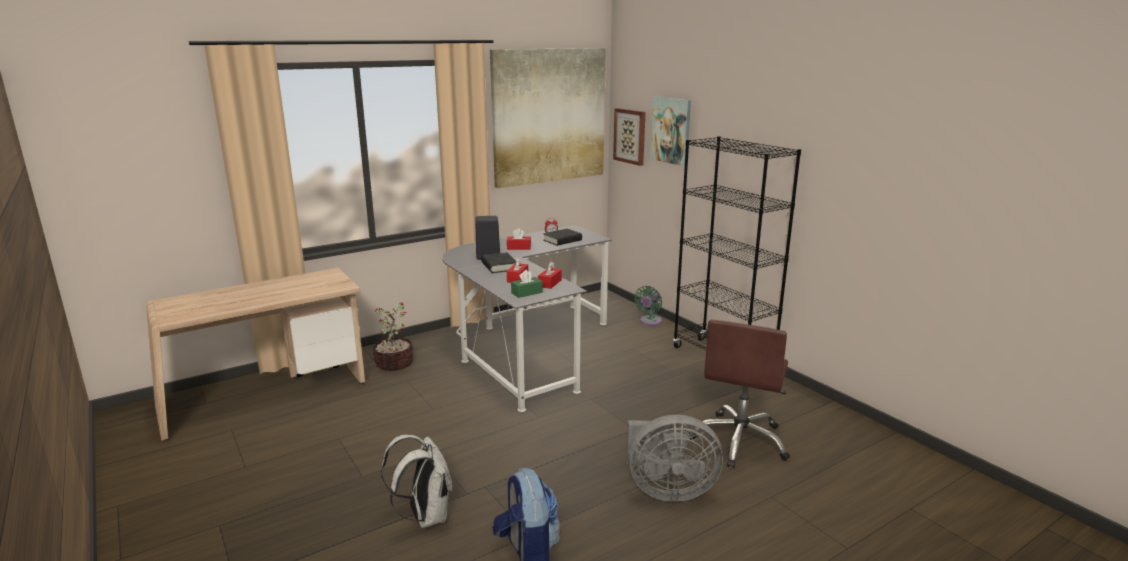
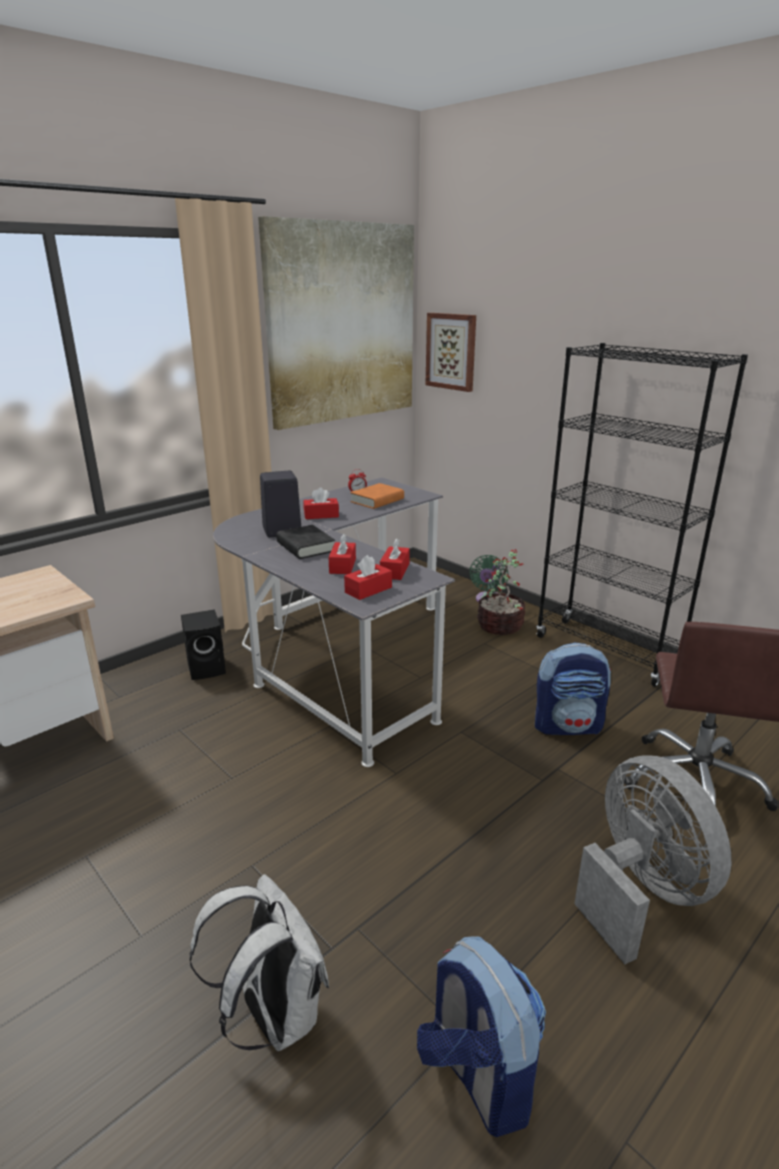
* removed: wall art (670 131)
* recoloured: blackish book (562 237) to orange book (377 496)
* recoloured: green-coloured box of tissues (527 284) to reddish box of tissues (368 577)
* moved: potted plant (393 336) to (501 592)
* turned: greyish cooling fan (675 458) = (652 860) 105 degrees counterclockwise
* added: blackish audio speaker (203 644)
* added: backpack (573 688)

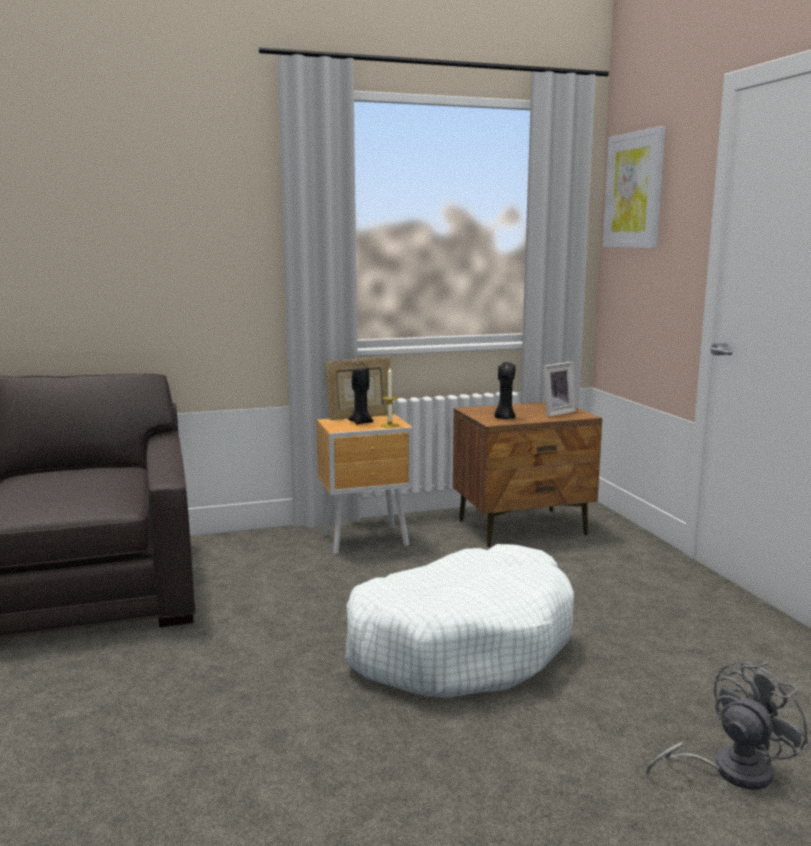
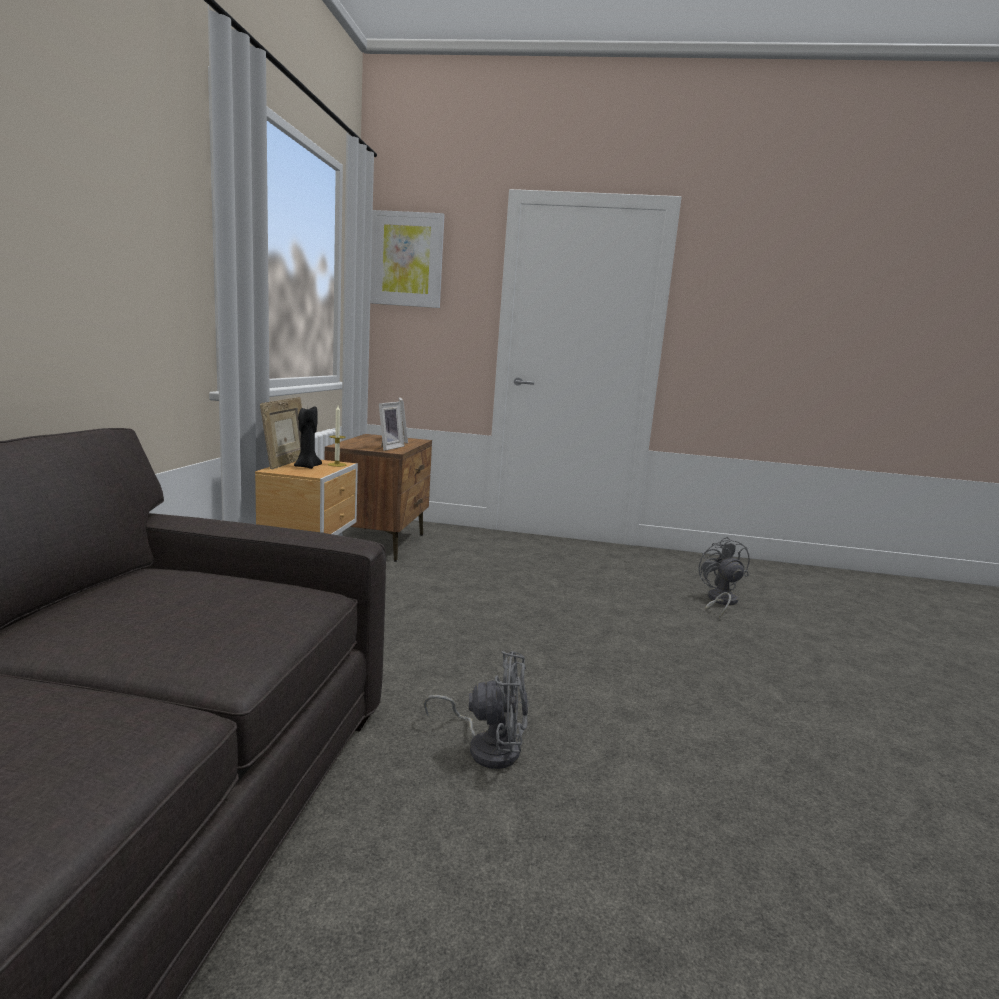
* replaced: blackish candle (505 390) to picture frame (392 426)
* removed: whitish dog cushion (460 621)
* added: greyish cooling fan (476 710)

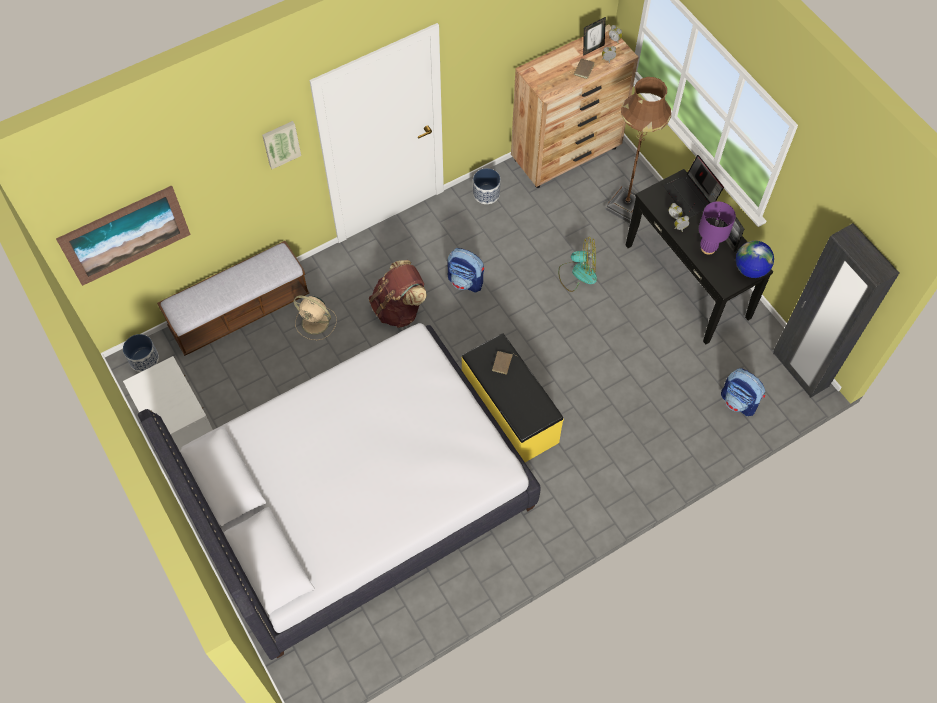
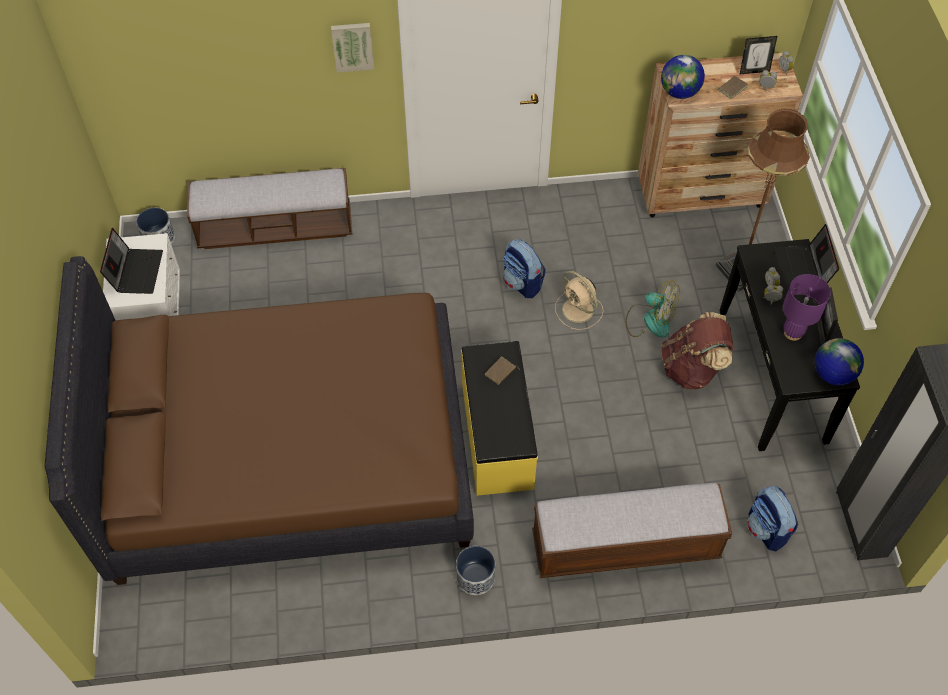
* moved: plant pot (487 186) to (475 570)
* removed: wall art (123 235)
* moved: brown-coloured backpack (398 294) to (698 350)
* moved: beige cooling fan (315 318) to (579 300)
* recoloured: whitish sleeping bed (339 491) to brown-coloured sleeping bed (259 420)
* added: globe (683 77)
* added: portable computer (131 261)
* added: long seat (632 530)

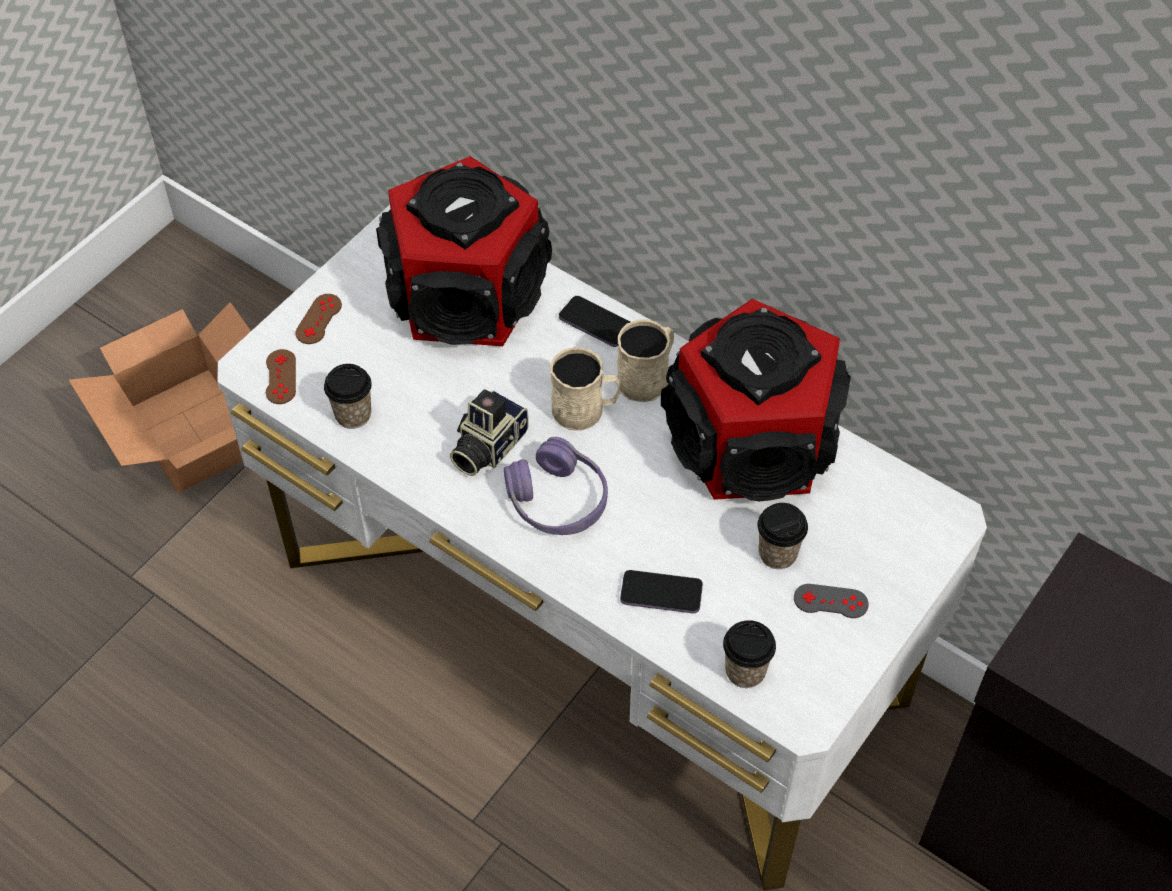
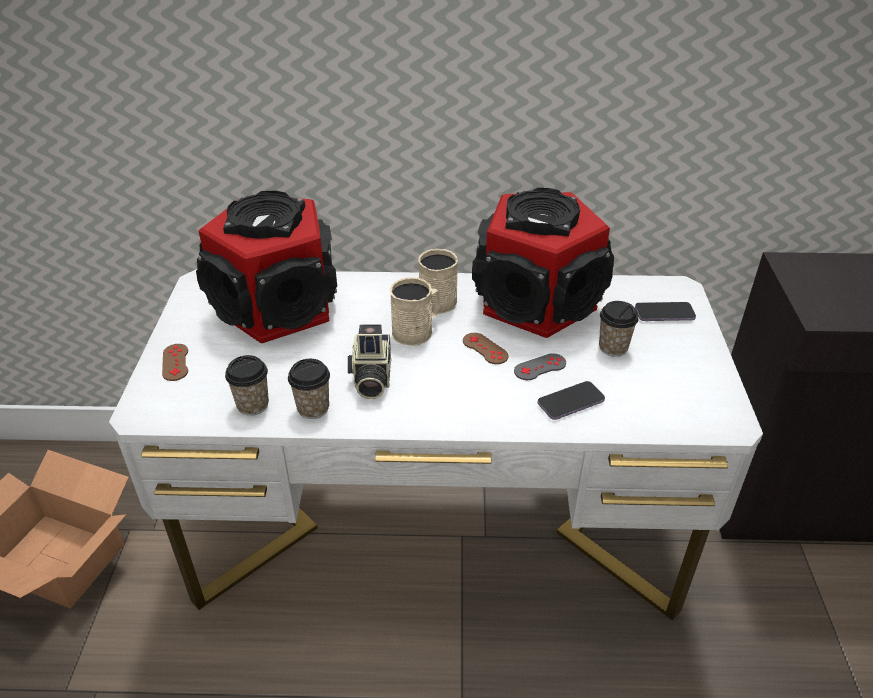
* moved: phone (594 321) to (665 311)
* moved: brown-coloured joypad (281 376) to (486 348)
* removed: purple headphones (556 486)
* moved: greyish joypad (831 601) to (540 366)
* moved: drinking cup (749 654) to (309 389)

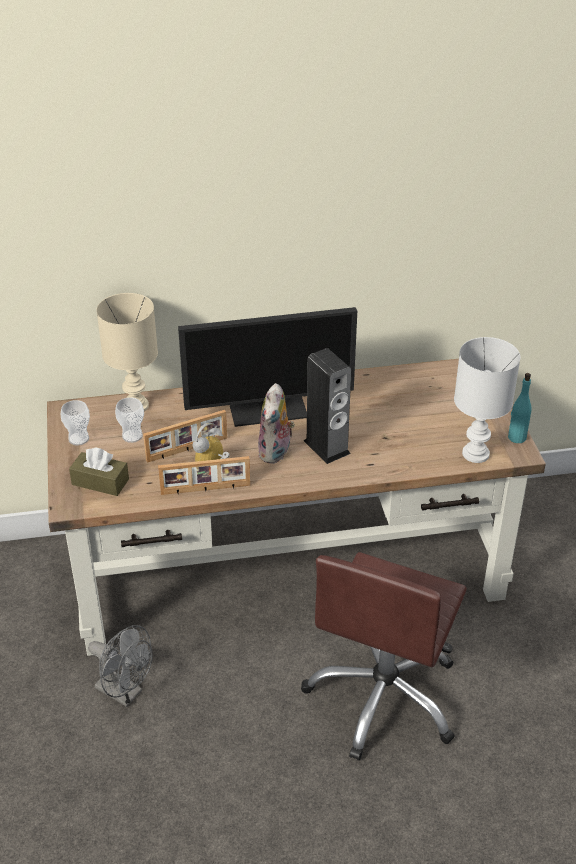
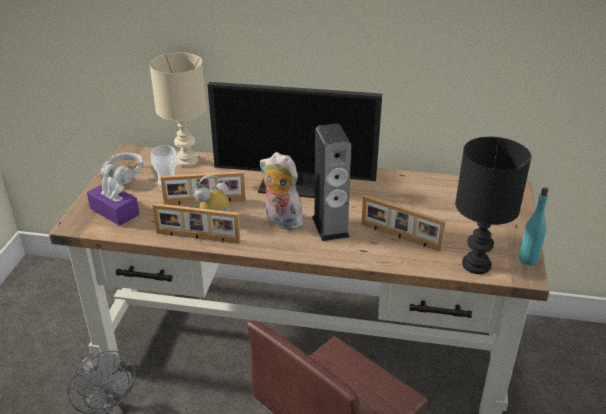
* recoloured: whitish tabletop lamp (487 400) to blackish tabletop lamp (493 205)
* turned: soft toy (276 423) = (281 191) 90 degrees clockwise
* replaced: drinking cup (75 423) to greyish headphones (121 169)
* recoloured: brown-coloured box of tissues (99 472) to purple box of tissues (113 201)
* added: picture frame (403 223)

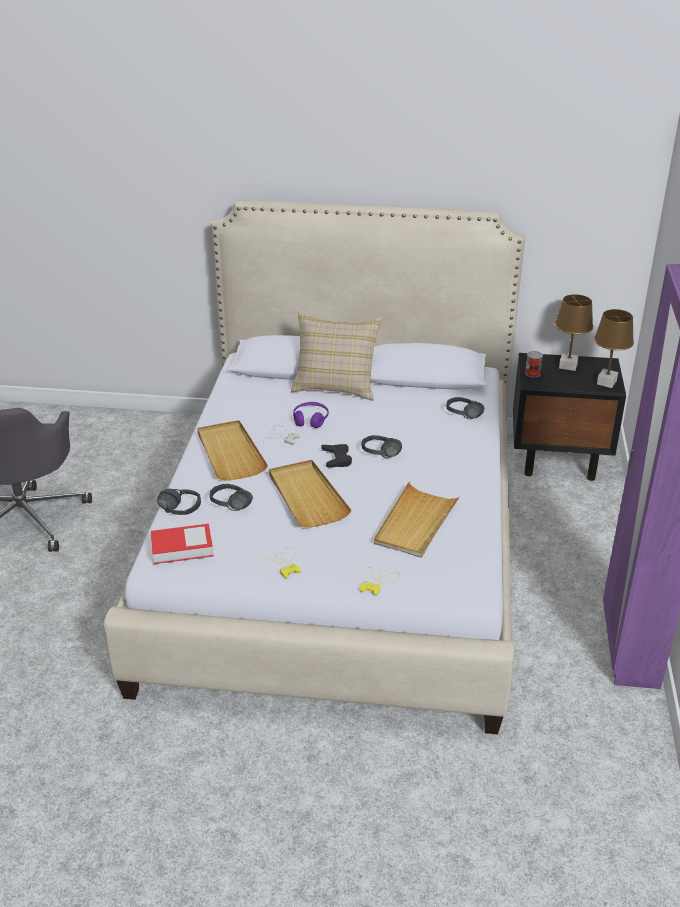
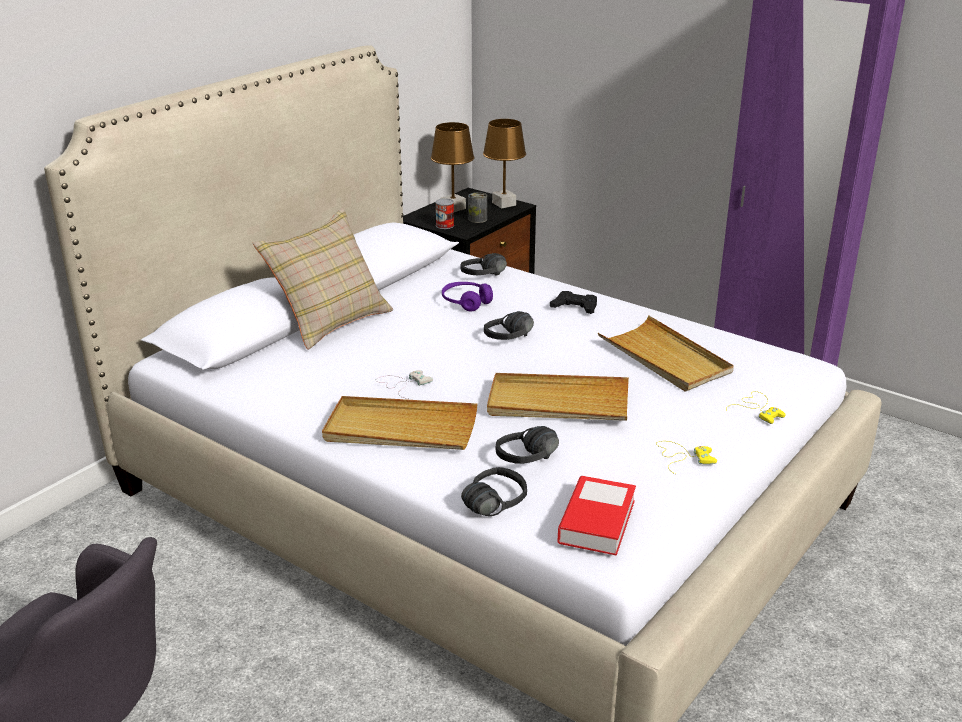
* moved: purple headphones (311 415) to (467 296)
* moved: blackish joypad (336 456) to (573 302)
* added: can (477 207)

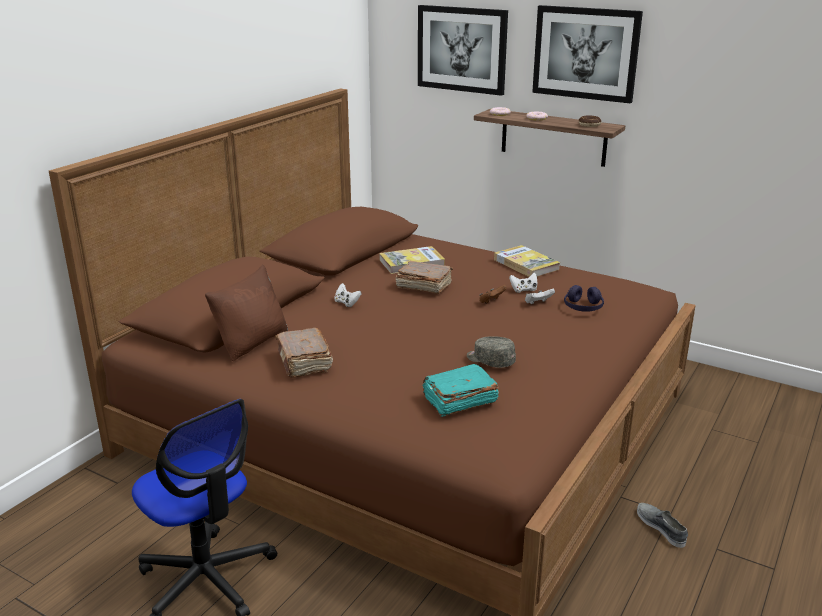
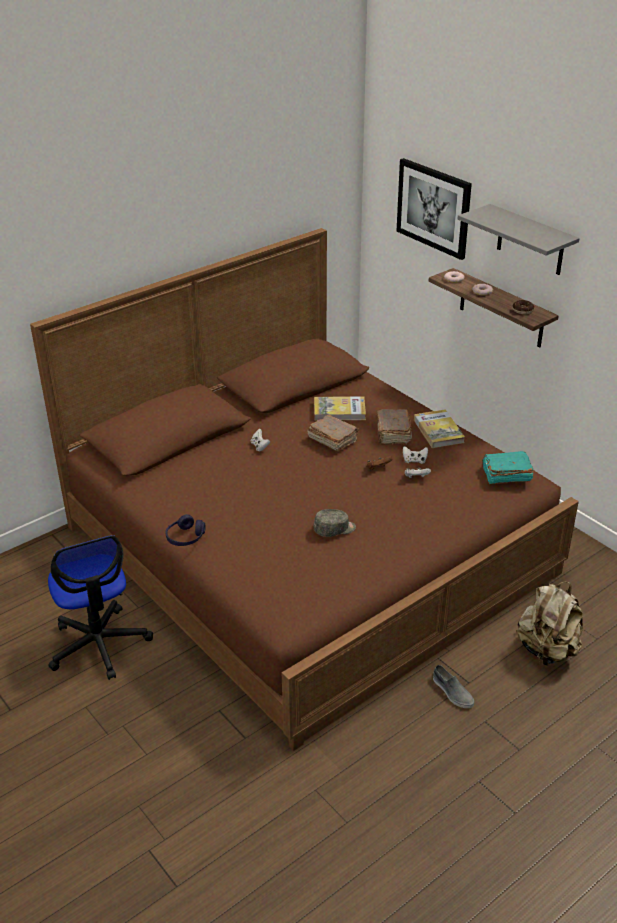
* replaced: wall art (587 54) to greyish wall shelf (518 239)
* removed: brown-coloured throw pillow (246 313)
* moved: purple headphones (584 298) to (185 530)
* moved: brown-coloured book (304 353) to (394 427)
* turned: greyish cap (491 352) = (334 523) 105 degrees clockwise
* moved: turquoise-coloured book (460 390) to (508 467)
* turned: greyish shoe (662 525) = (453 686) 150 degrees clockwise
* added: beige backpack (550 624)

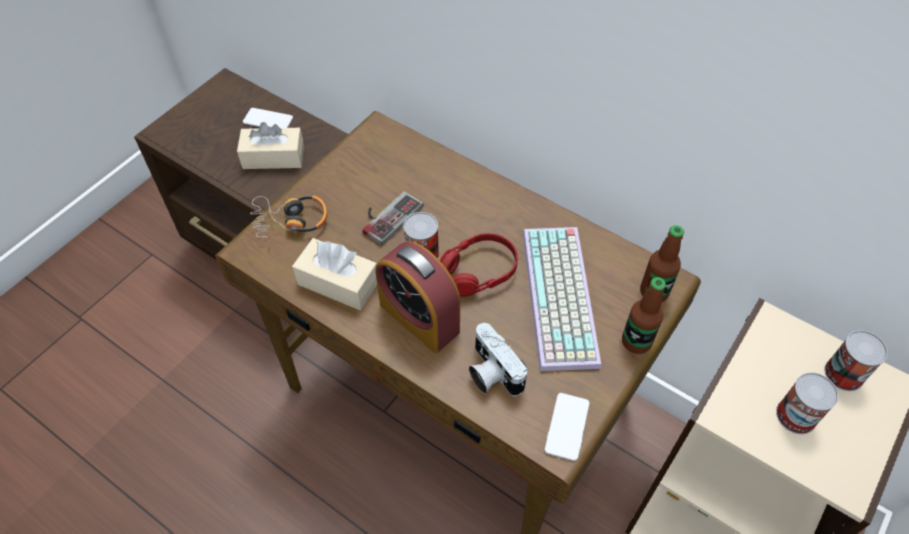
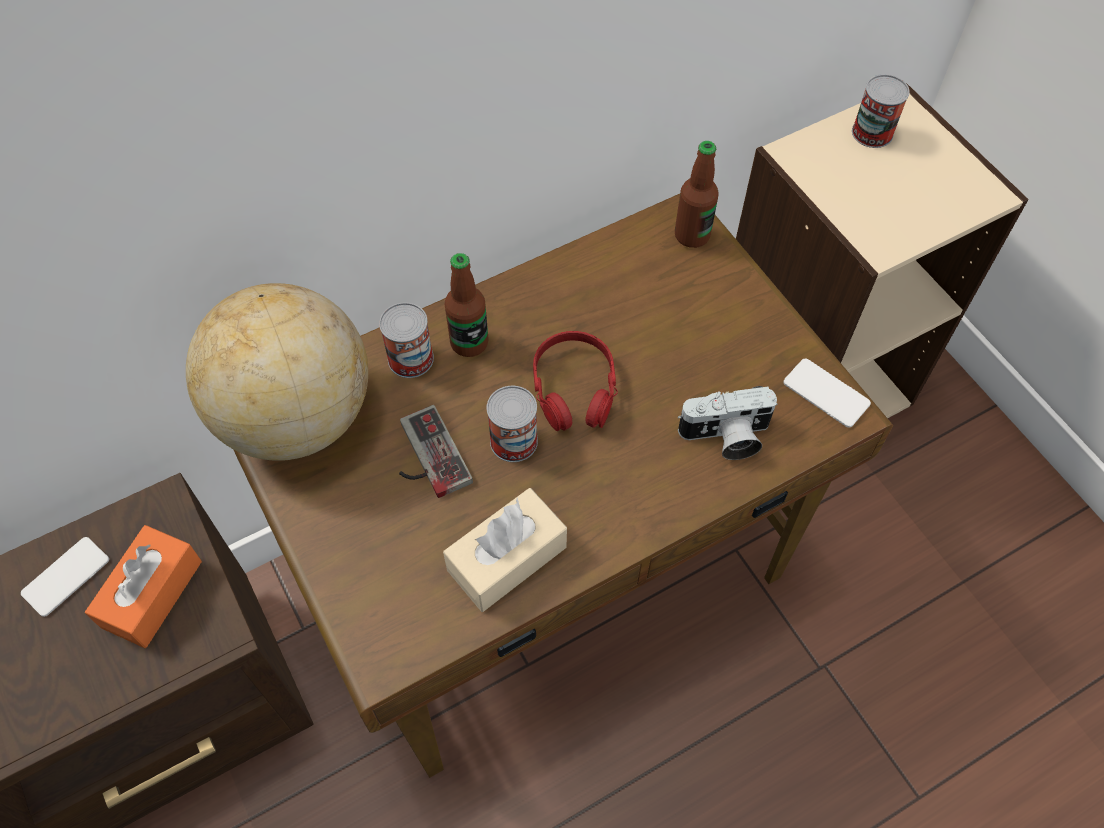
* recoloured: beige box of tissues (270 145) to orange box of tissues (143 586)
* removed: headphones (288 220)
* removed: PC keyboard (562 299)
* removed: alarm clock (418 297)
* moved: beverage bottle (644 315) to (466 305)
* moved: can (807 403) to (406 340)
* added: globe (277 372)

